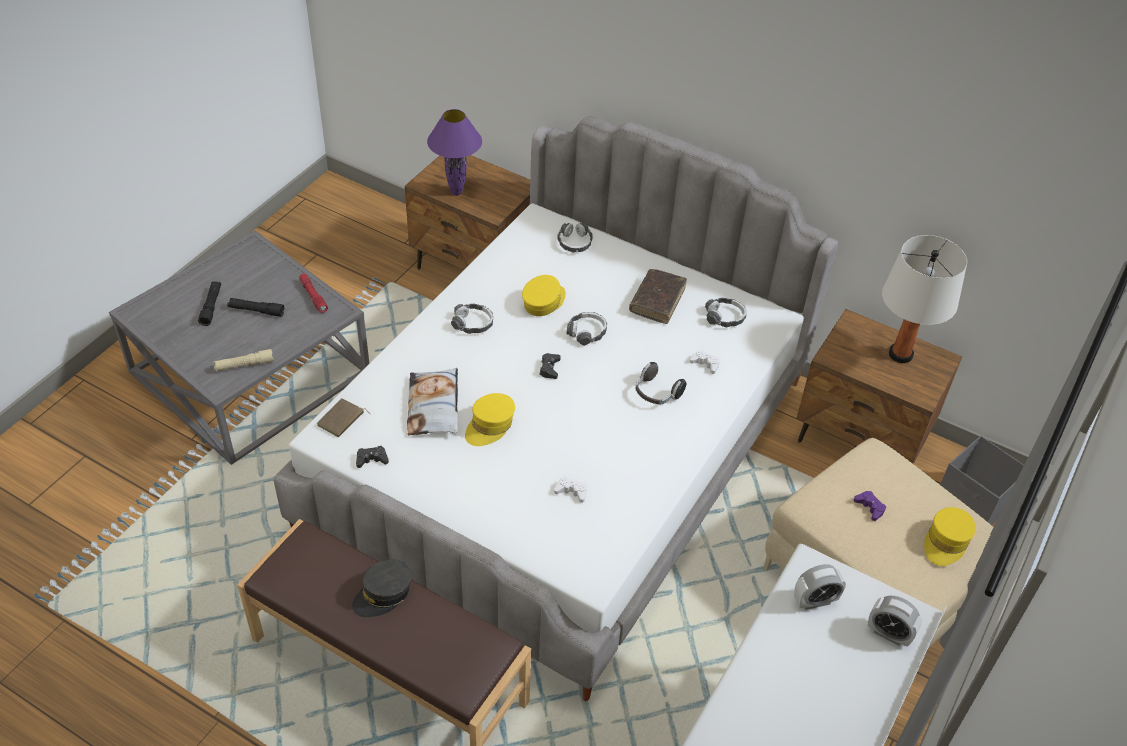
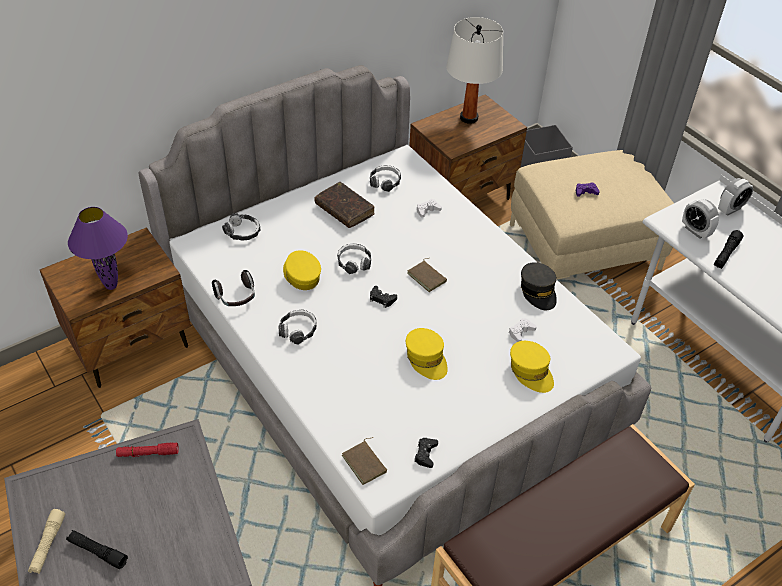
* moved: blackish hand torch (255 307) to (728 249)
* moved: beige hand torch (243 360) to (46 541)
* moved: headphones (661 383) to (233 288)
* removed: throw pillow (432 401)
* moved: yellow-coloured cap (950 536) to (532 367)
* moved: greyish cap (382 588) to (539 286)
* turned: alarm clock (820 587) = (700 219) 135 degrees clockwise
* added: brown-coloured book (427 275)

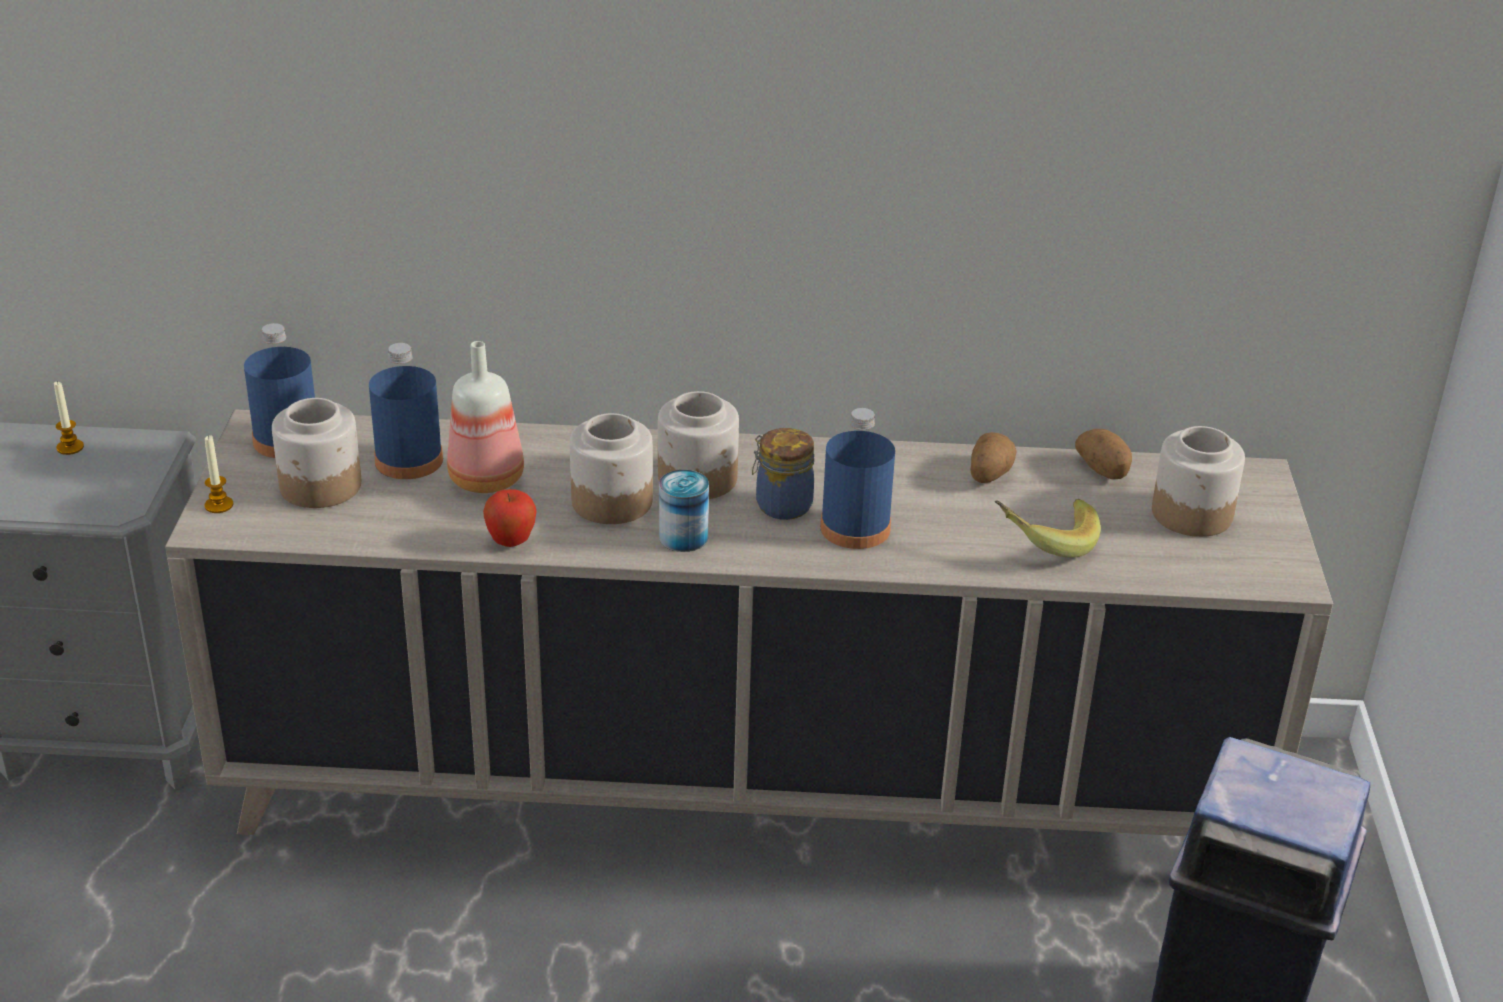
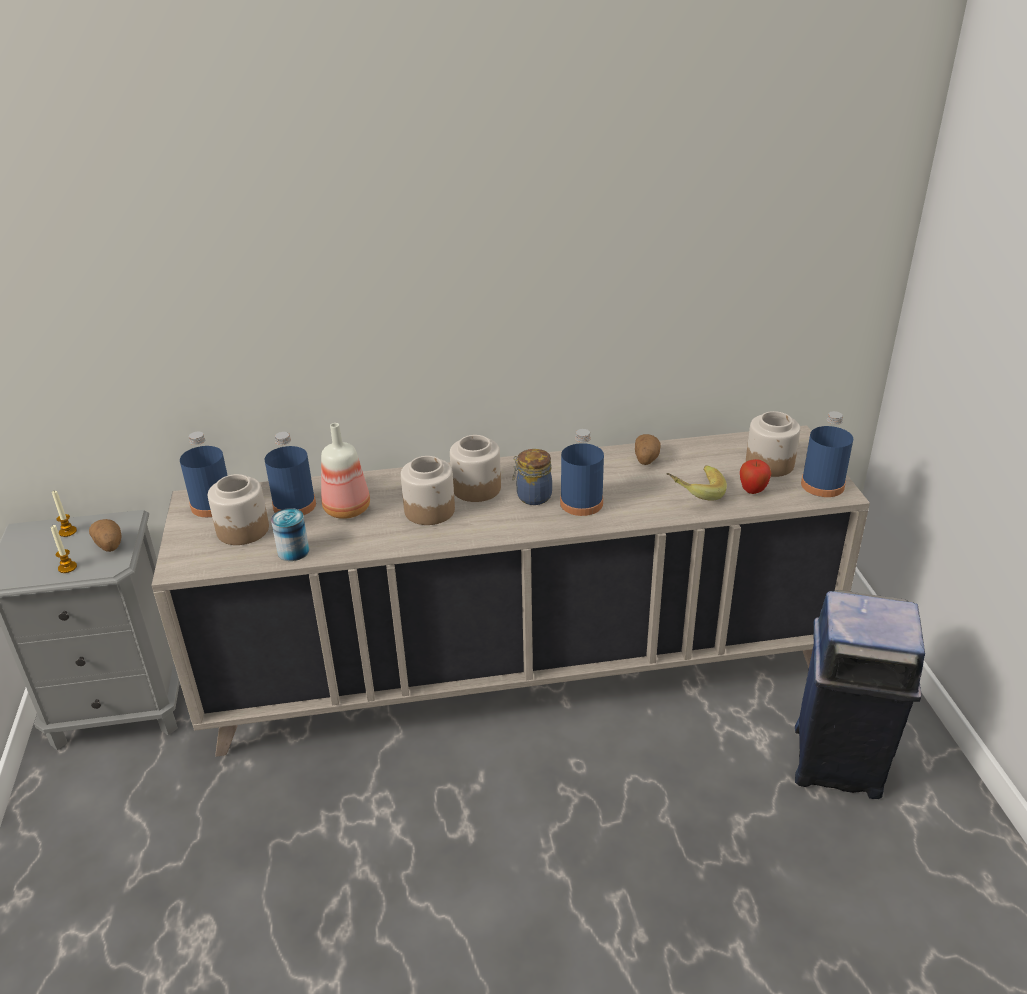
* moved: whole potato (1103 454) to (105 535)
* moved: candle (218 474) to (64 549)
* moved: can (684 511) to (290 534)
* moved: apple (509 518) to (755 476)
* added: blue-coloured beverage bottle (827 454)

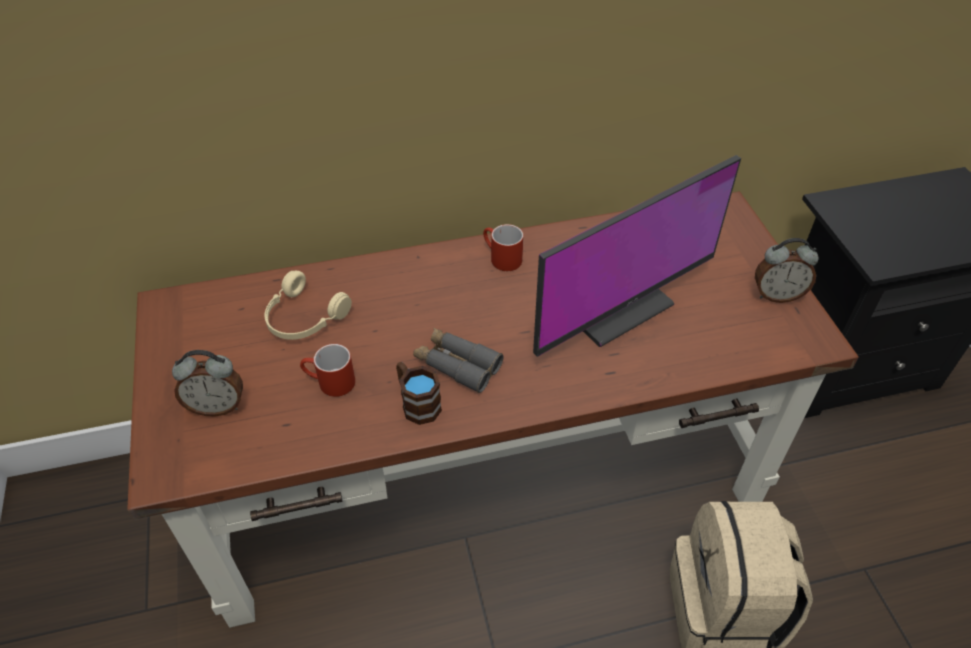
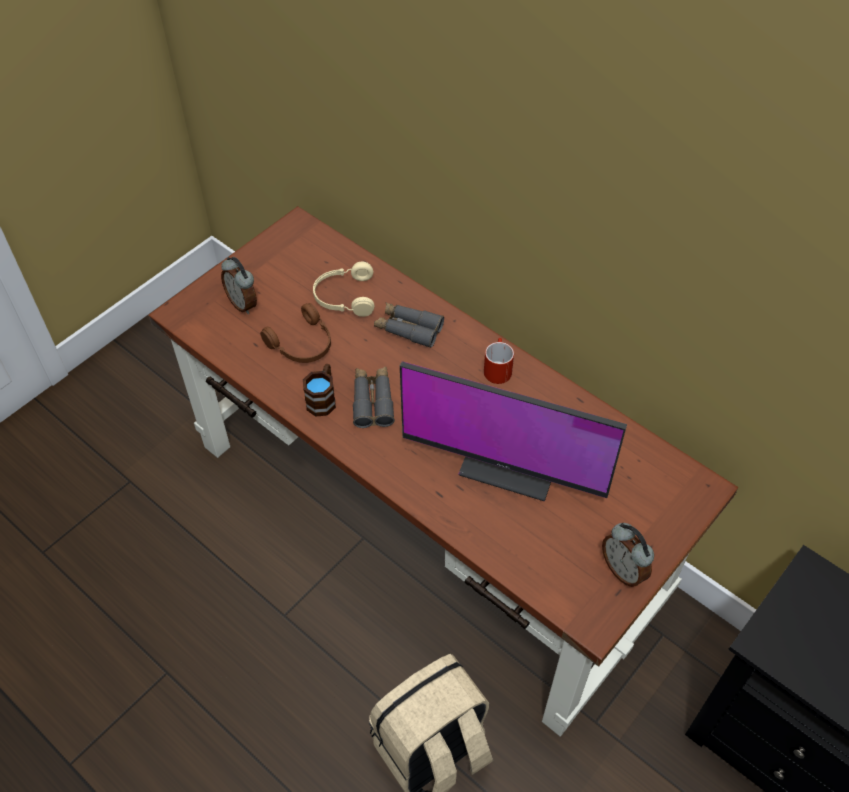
* replaced: reddish mug (327 370) to brown-coloured headphones (295 333)
* added: greyish binoculars (409 325)

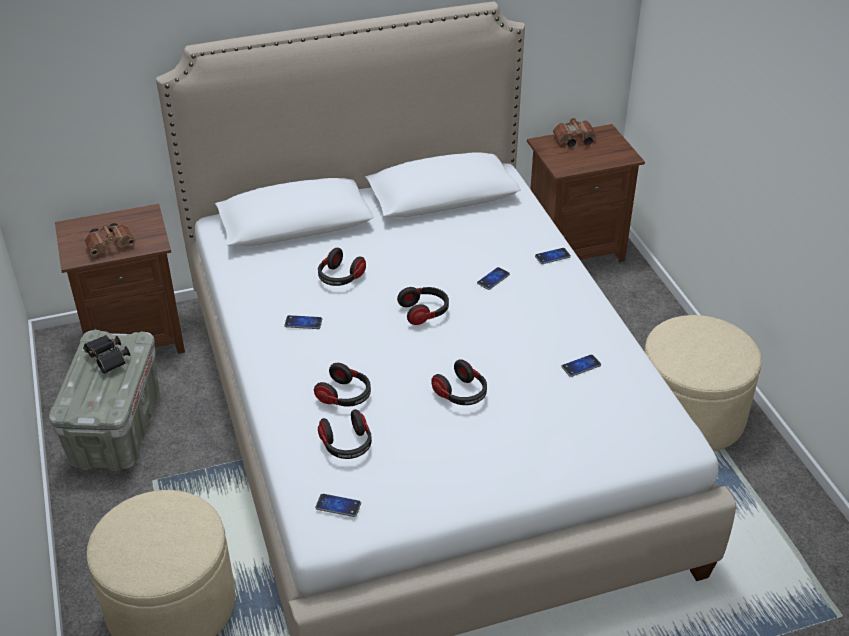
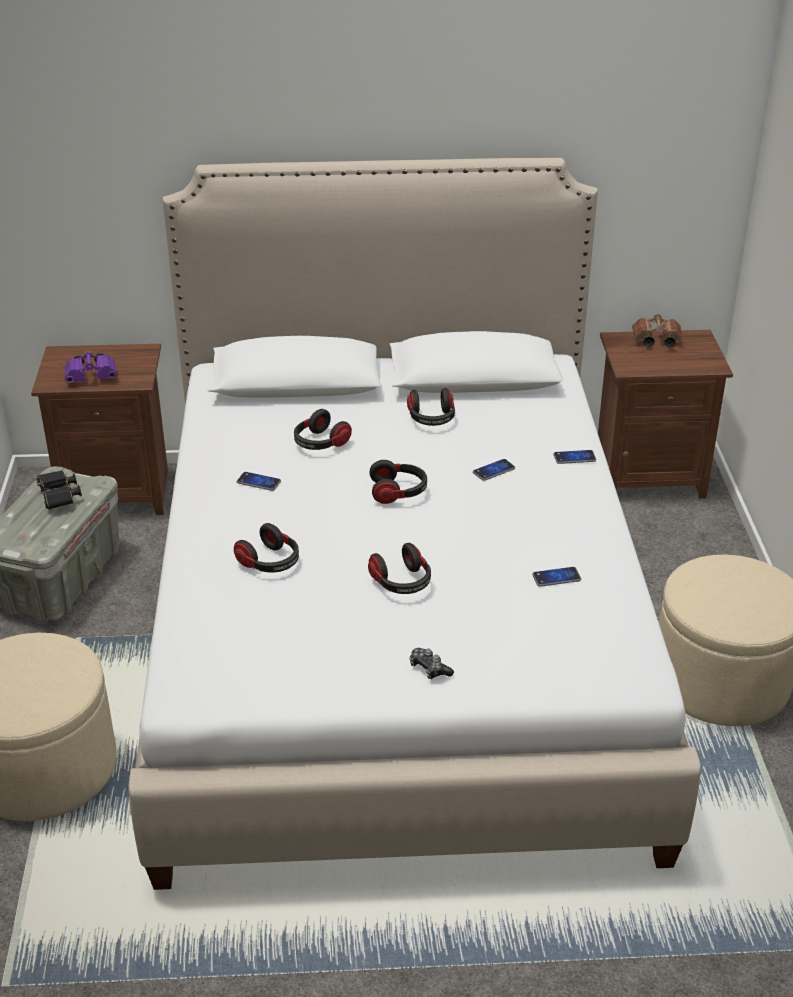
* recoloured: brown-coloured binoculars (110 239) to purple binoculars (91 367)
* moved: headphones (345 434) to (431 407)
* removed: phone (338 505)
* added: joypad (431 663)

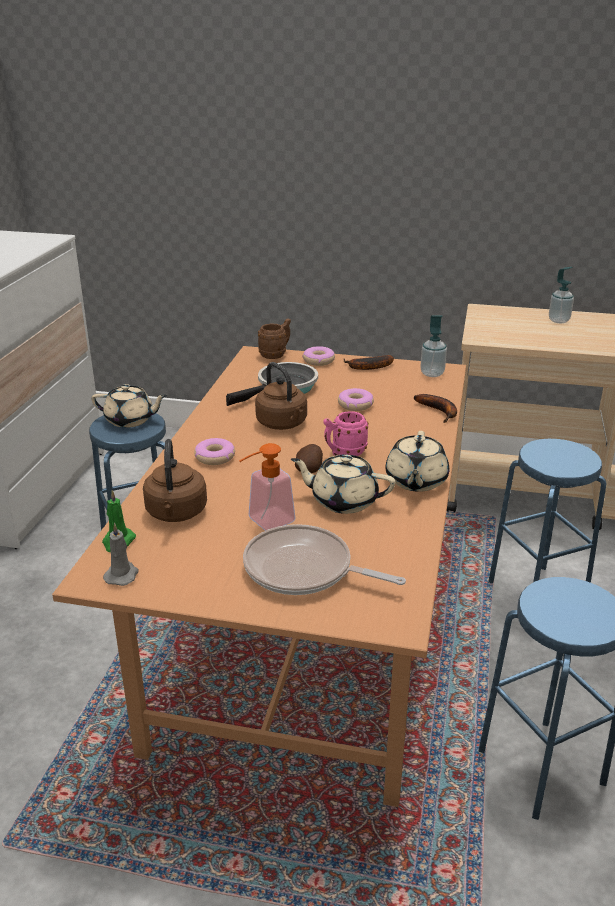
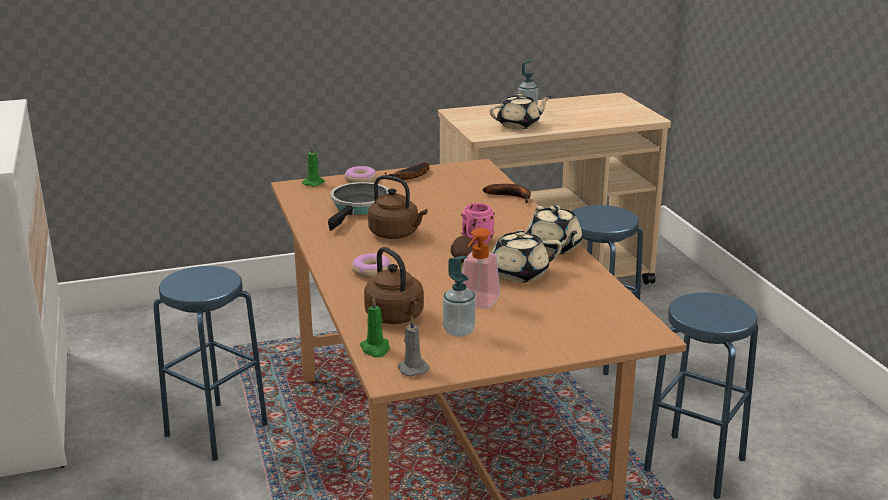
* moved: soap bottle (433 346) to (459 296)
* replaced: brown-coloured mug (274 338) to green-coloured candle (313 165)
* moved: beige pot for tea (129 406) to (520 111)
* removed: doughnut (356 399)
* removed: pan (324 559)

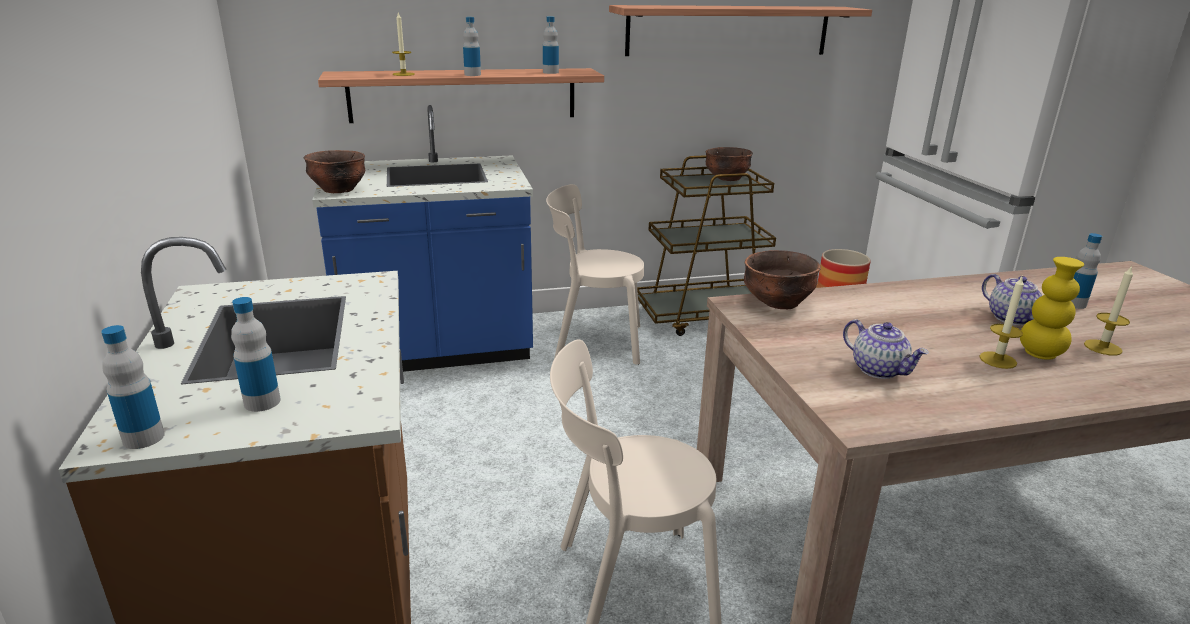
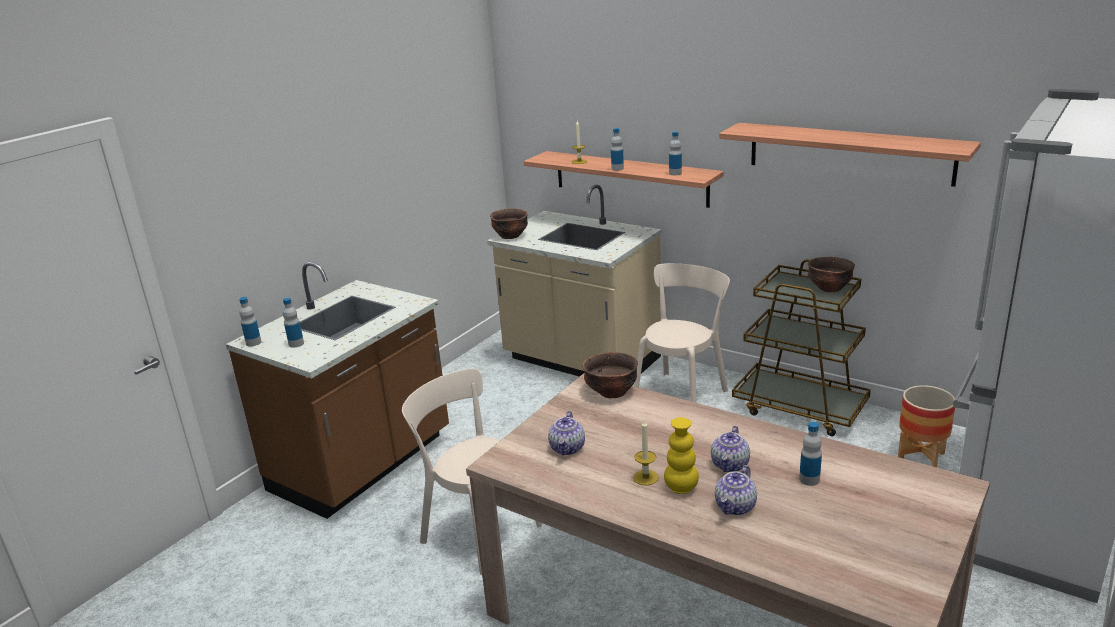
* recoloured: blue-coloured counter (422 238) to beige counter (574 281)
* turned: beige plain chair (595 274) = (682 333) 75 degrees clockwise
* replaced: candle (1108 310) to pot for tea (736 490)

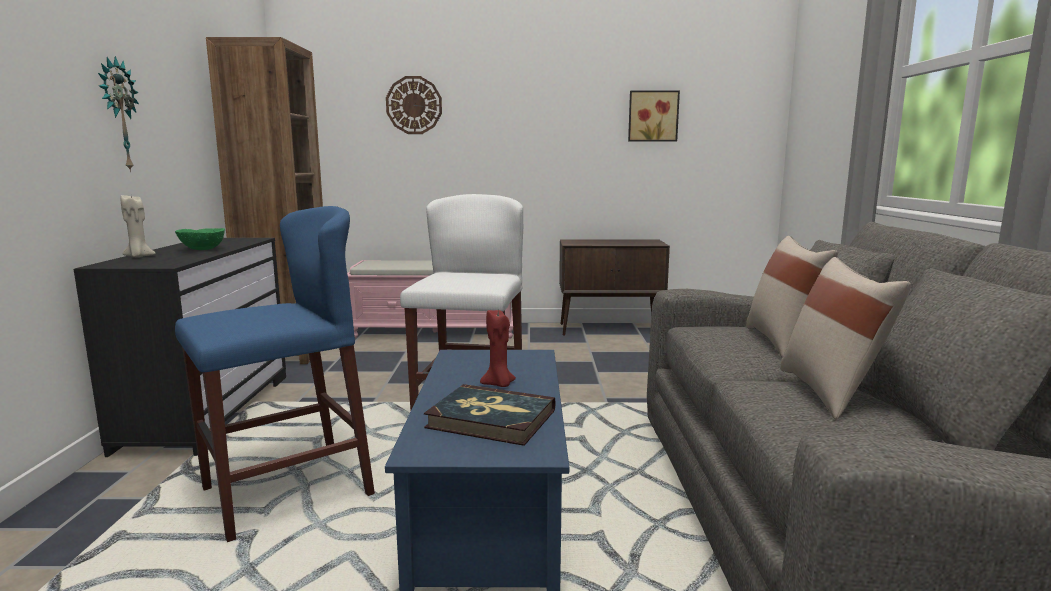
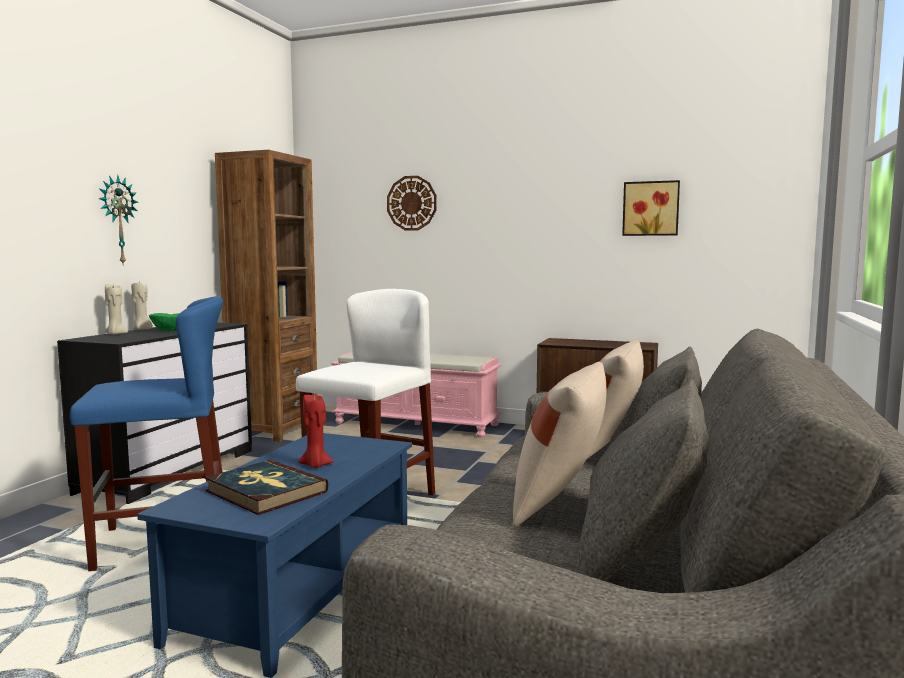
* added: beige candle (142 306)

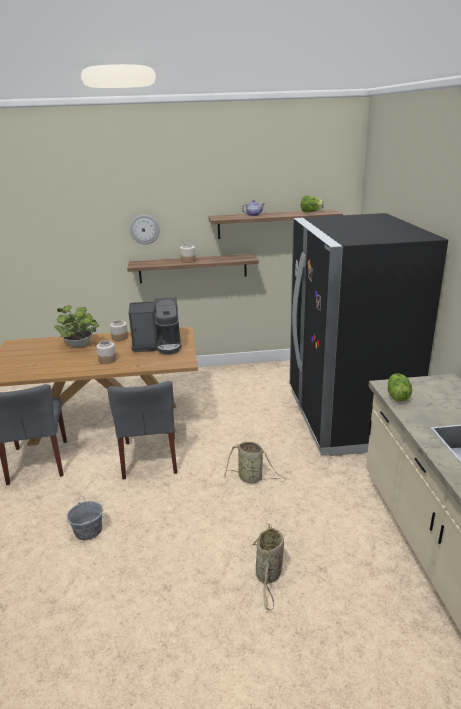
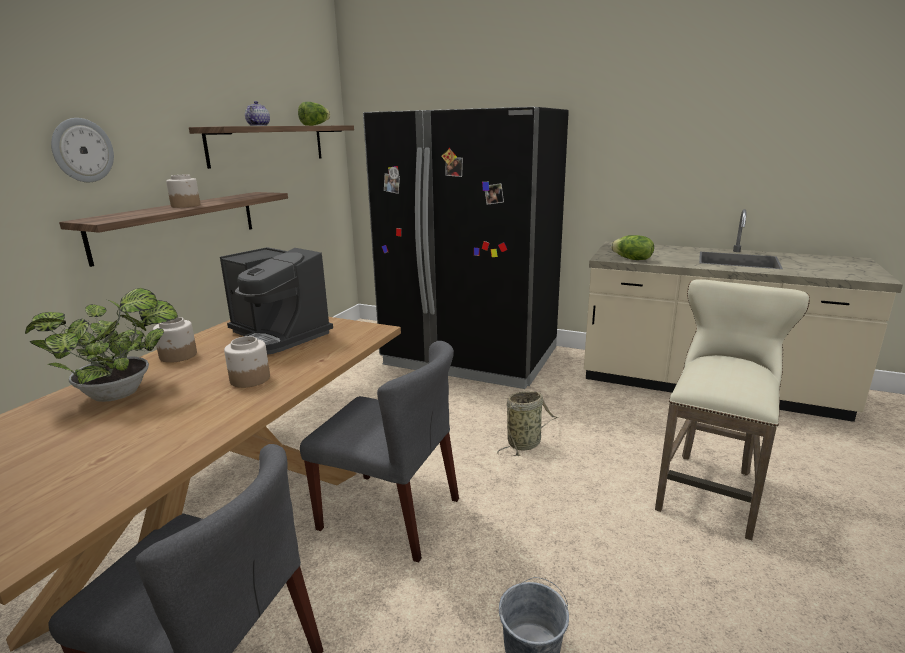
* turned: coffee maker (154 326) = (276 301) 105 degrees clockwise
* replaced: household basket (268 567) to beige sitting stool (732 409)

